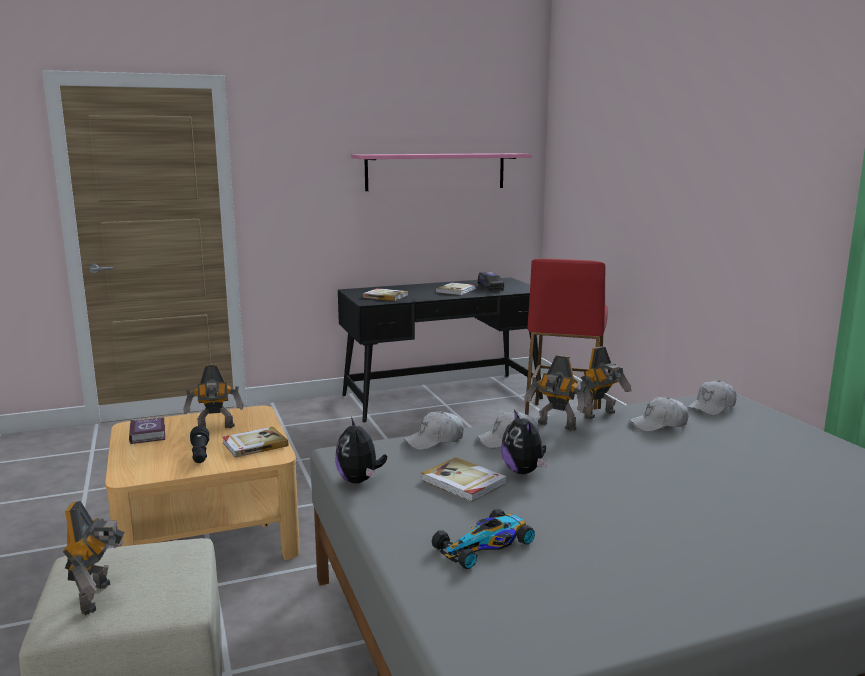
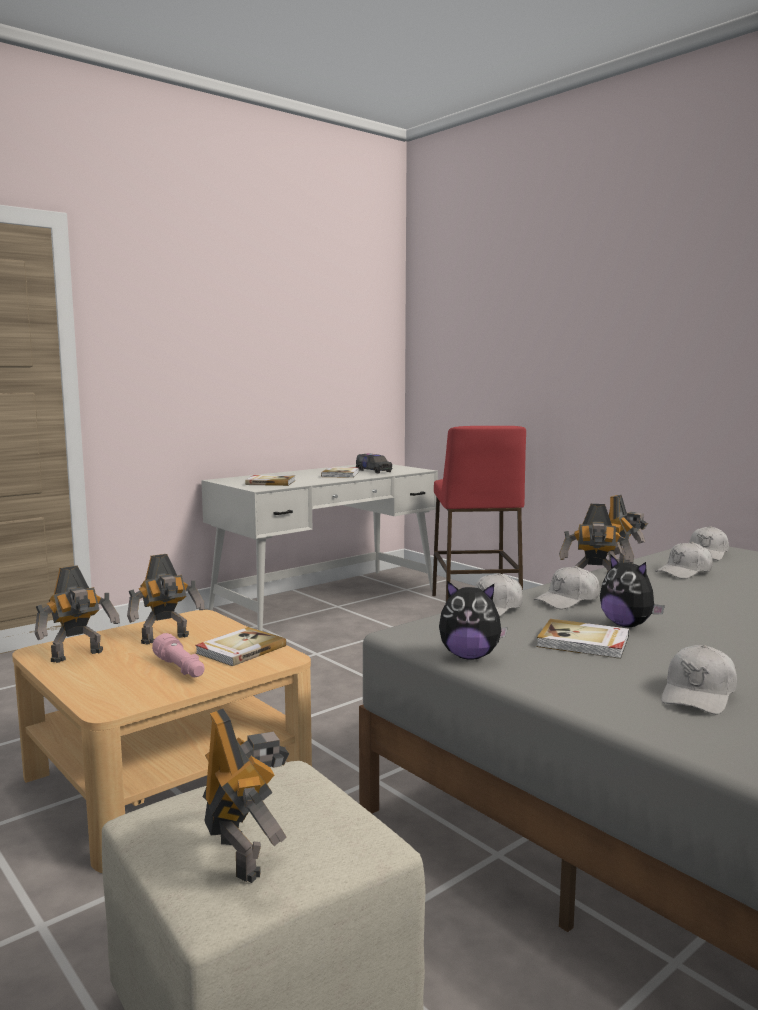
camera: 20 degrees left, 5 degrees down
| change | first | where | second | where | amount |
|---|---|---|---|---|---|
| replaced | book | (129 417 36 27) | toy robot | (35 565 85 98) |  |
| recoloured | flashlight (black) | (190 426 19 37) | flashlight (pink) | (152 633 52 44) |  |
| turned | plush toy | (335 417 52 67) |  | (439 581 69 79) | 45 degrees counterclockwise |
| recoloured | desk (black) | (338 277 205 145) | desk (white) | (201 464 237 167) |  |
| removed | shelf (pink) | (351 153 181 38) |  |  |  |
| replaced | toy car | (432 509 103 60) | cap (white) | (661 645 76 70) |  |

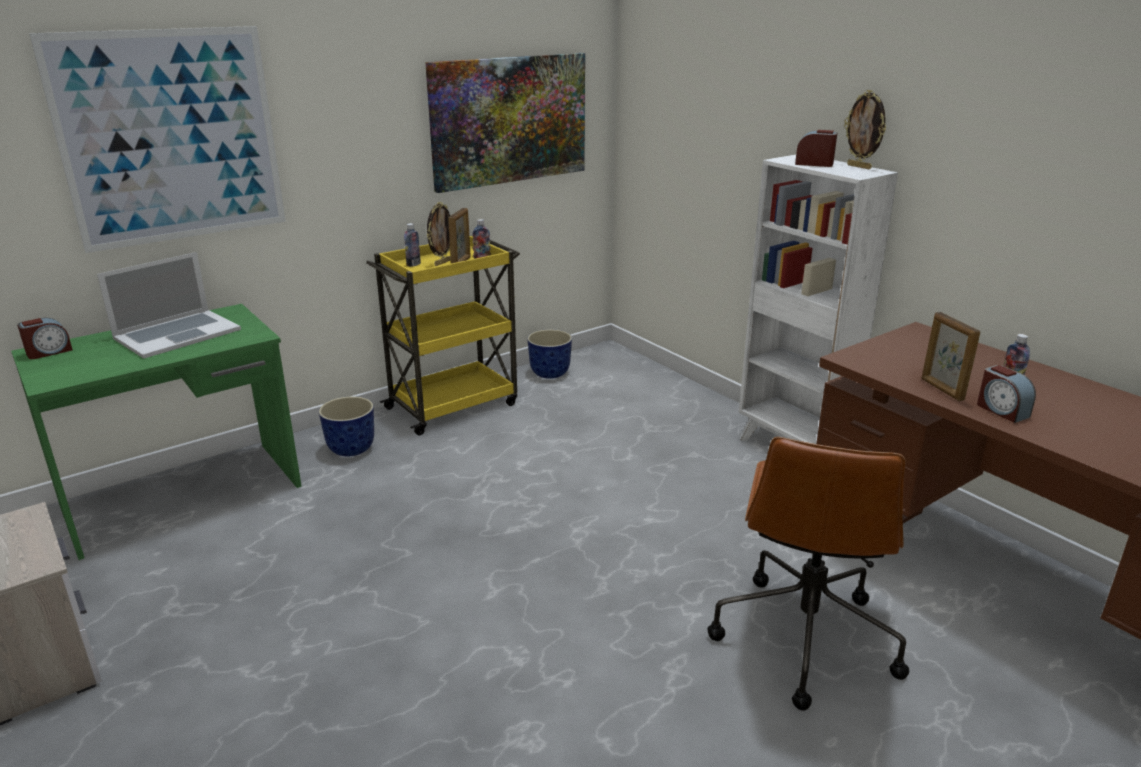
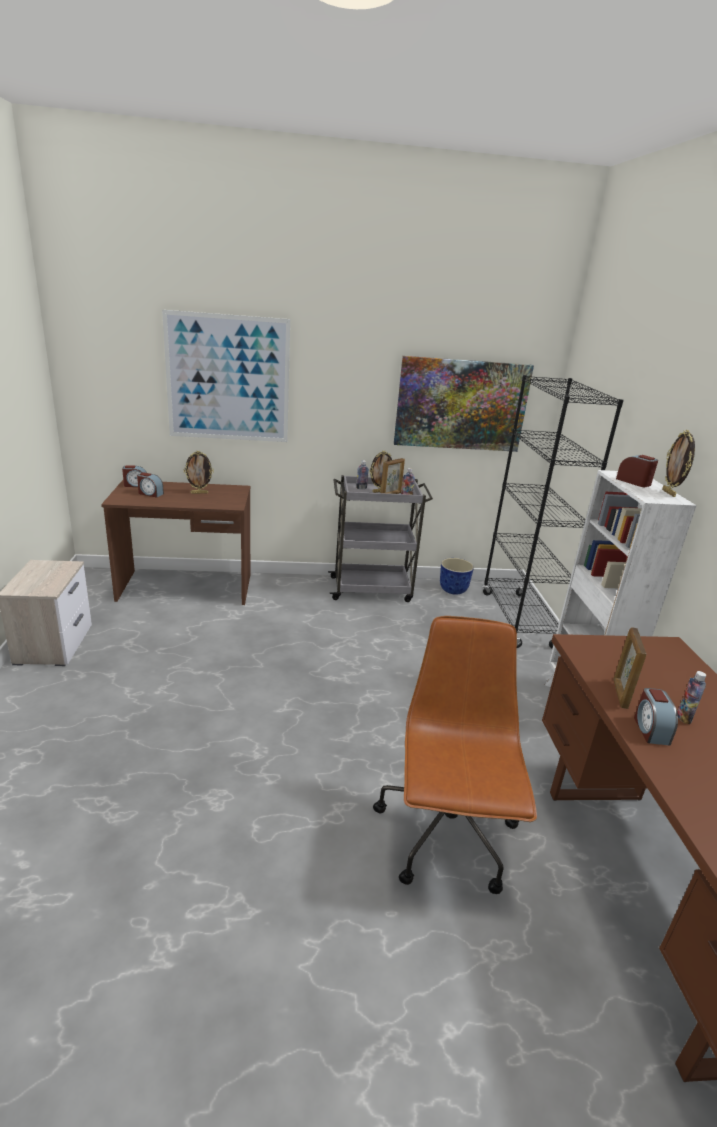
camera: 30 degrees right, 0 degrees up
| change | first | where | second | where | amount |
|---|---|---|---|---|---|
| recoloured | desk (green) | (11 304 291 256) | desk (brown) | (101 480 149 125) |  |
| replaced | laptop | (97 252 144 106) | picture frame | (184 451 30 43) |  |
| removed | planter | (319 396 55 60) |  |  |  |
| recoloured | cart (yellow) | (366 236 154 199) | cart (grey) | (328 475 105 127) |  |
| turned | office chair (brown) | (708 437 201 274) |  | (373 616 164 278) | 135 degrees clockwise |
| added |  |  | alarm clock | (137 472 27 26) |  |
| added |  |  | bookcase (black) | (483 375 141 274) |  |

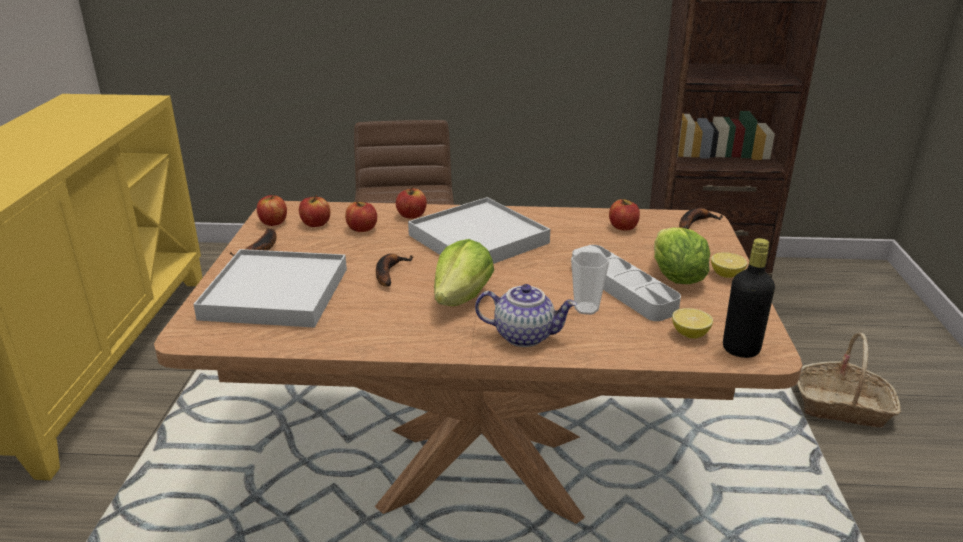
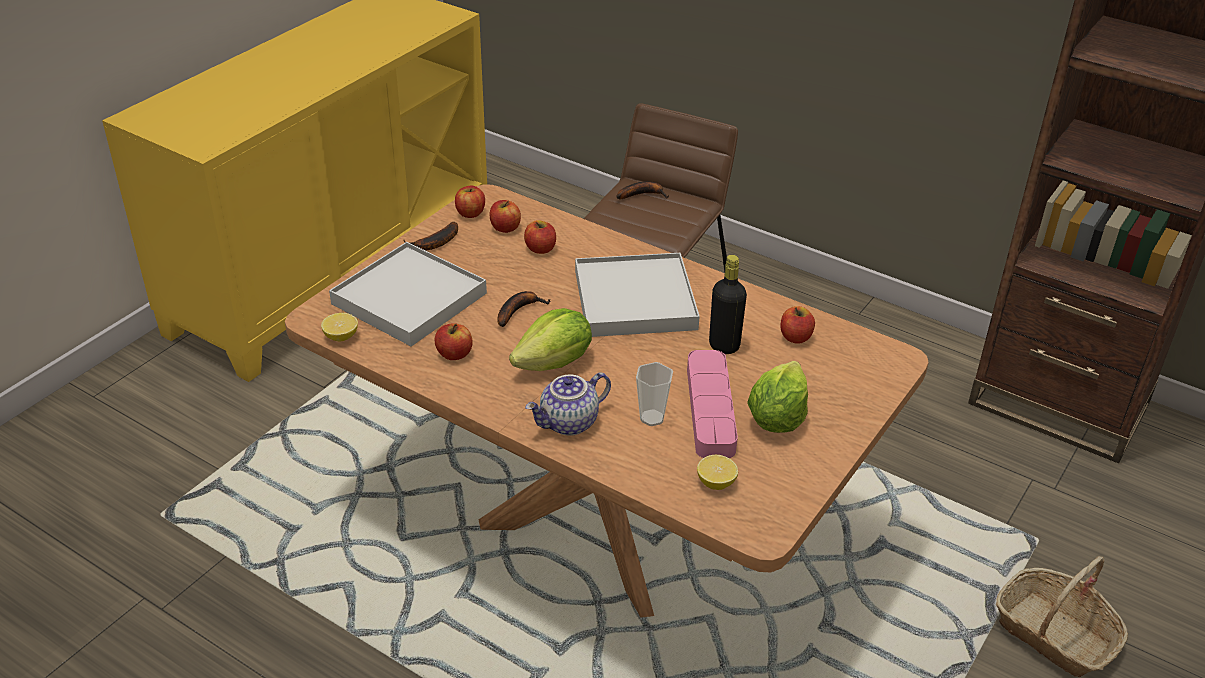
camera: 30 degrees right, 10 degrees up
| change | first | where | second | where | amount |
|---|---|---|---|---|---|
| moved | apple | (396 187 31 32) |  | (435 323 38 37) |  |
| turned | teapot | (475 284 102 63) |  | (525 372 86 64) | 105 degrees clockwise |
| recoloured | tray (grey) | (571 245 110 76) | tray (pink) | (687 350 51 108) |  |
| moved | banana | (679 208 43 21) |  | (616 181 53 18) |  |
| moved | lemon | (711 252 36 26) |  | (321 313 37 28) |  |
| moved | bottle (black) | (723 238 52 120) |  | (709 255 38 99) |  |

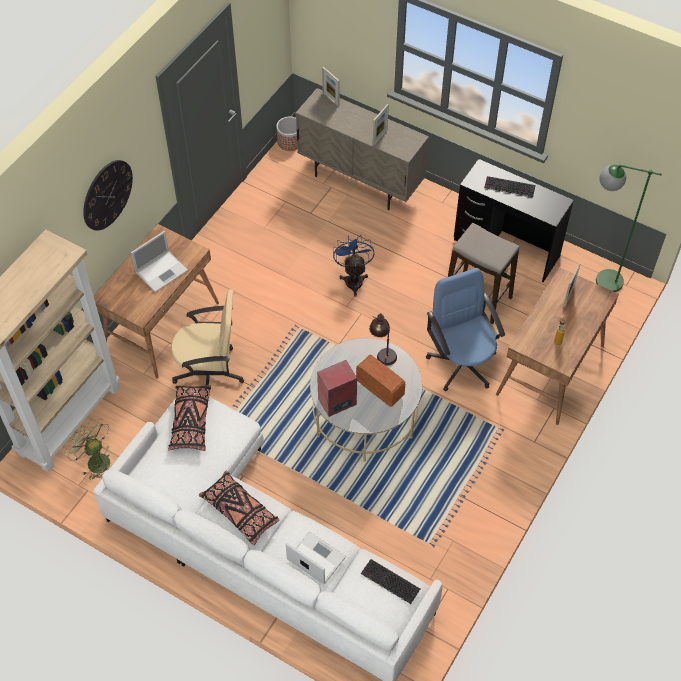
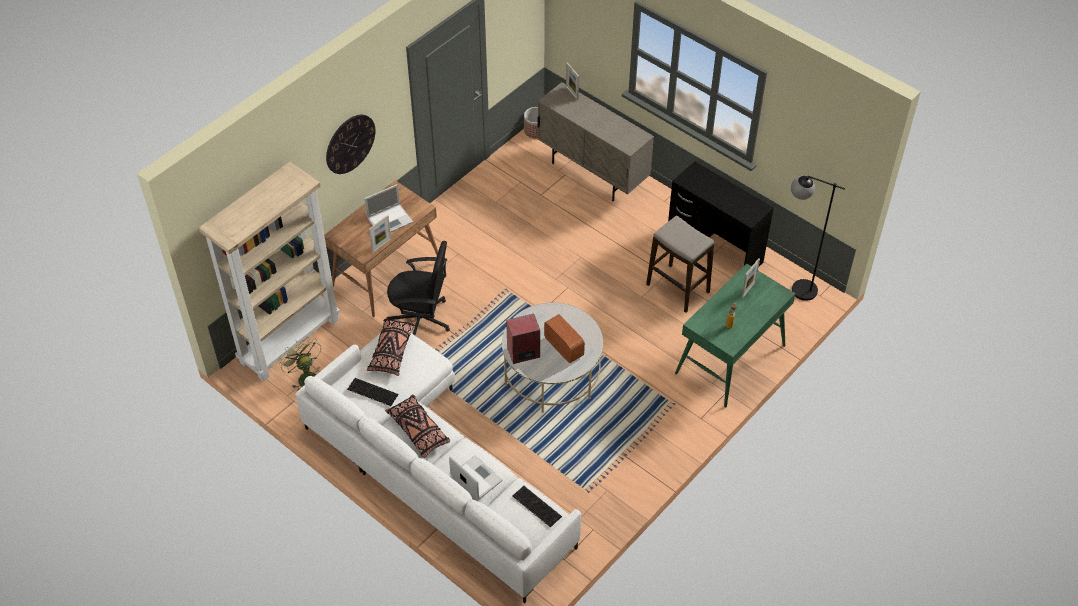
camera: 10 degrees right, 5 degrees down
| change | first | where | second | where | amount |
|---|---|---|---|---|---|
| recoloured | office chair (beige) | (171 289 73 96) | office chair (black) | (386 241 64 94) |  |
| removed | fan (blue) | (333 235 42 61) |  |  |  |
| removed | table lamp | (369 313 28 53) |  |  |  |
| moved | picture frame | (373 104 16 42) |  | (369 215 22 38) |  |
| removed | office chair (blue) | (426 268 79 123) |  |  |  |
| moved | keyboard | (484 176 52 21) |  | (347 378 51 28) |  |
| recoloured | desk (brown) | (496 267 123 158) | desk (green) | (675 263 121 145) |  |
| recoloured | floor lamp (green) | (596 165 66 127) | floor lamp (black) | (791 175 54 126) |  |

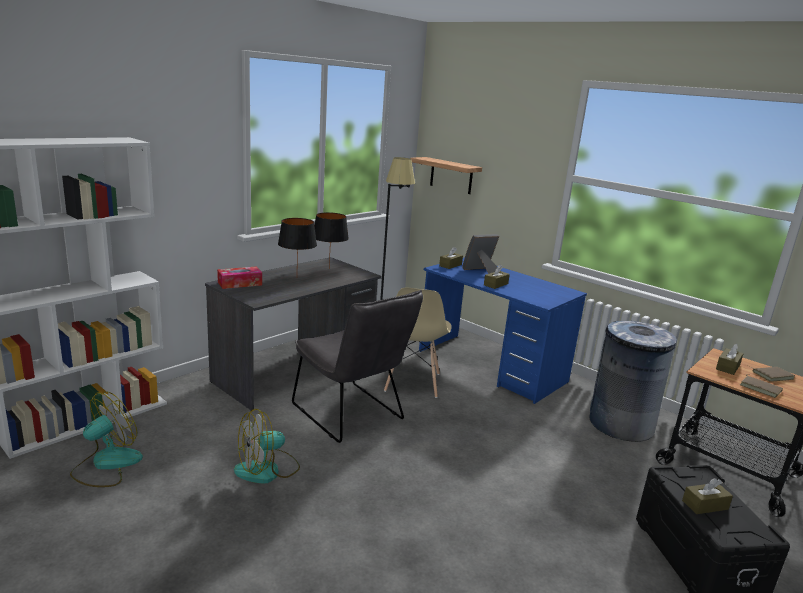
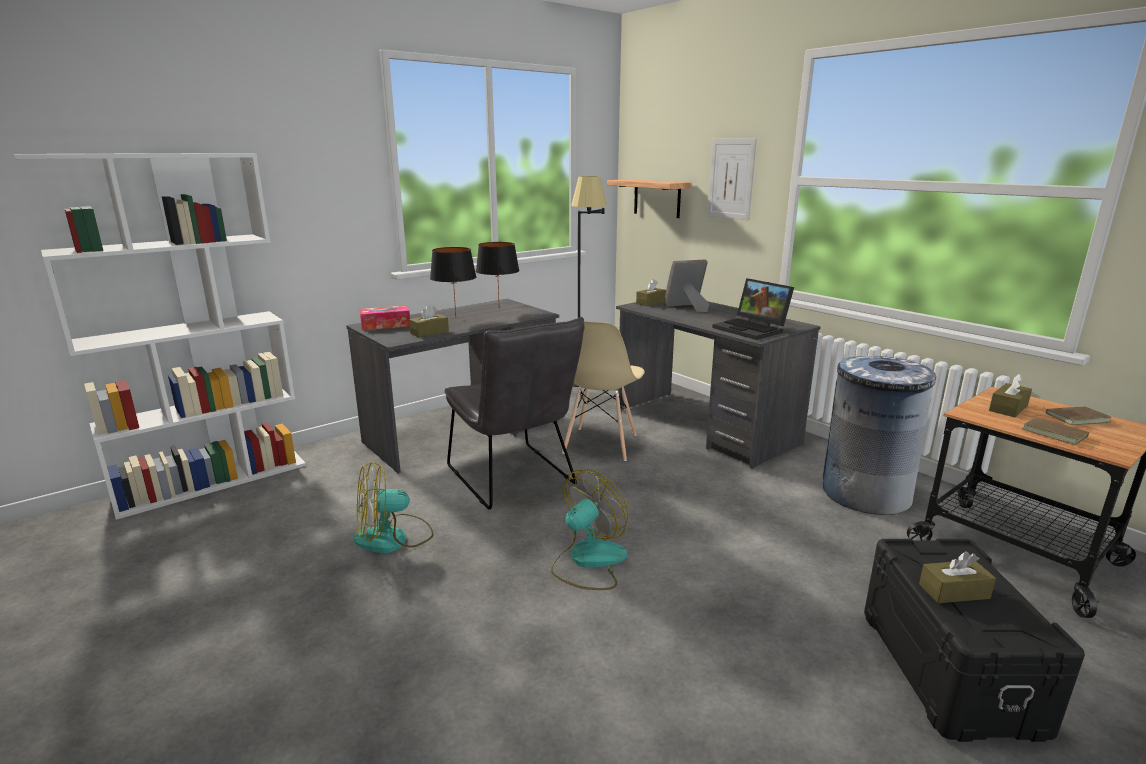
camera: 10 degrees right, 0 degrees up
| change | first | where | second | where | amount |
|---|---|---|---|---|---|
| moved | fan | (70 391 73 96) |  | (551 469 77 121) |  |
| recoloured | desk (blue) | (419 257 168 147) | desk (grey) | (616 301 205 168) |  |
| moved | tissue box (brown) | (484 265 26 24) |  | (409 304 40 33) |  |
| added |  |  | picture | (707 138 50 82) |  |
| added |  |  | laptop | (712 278 82 62) |  |

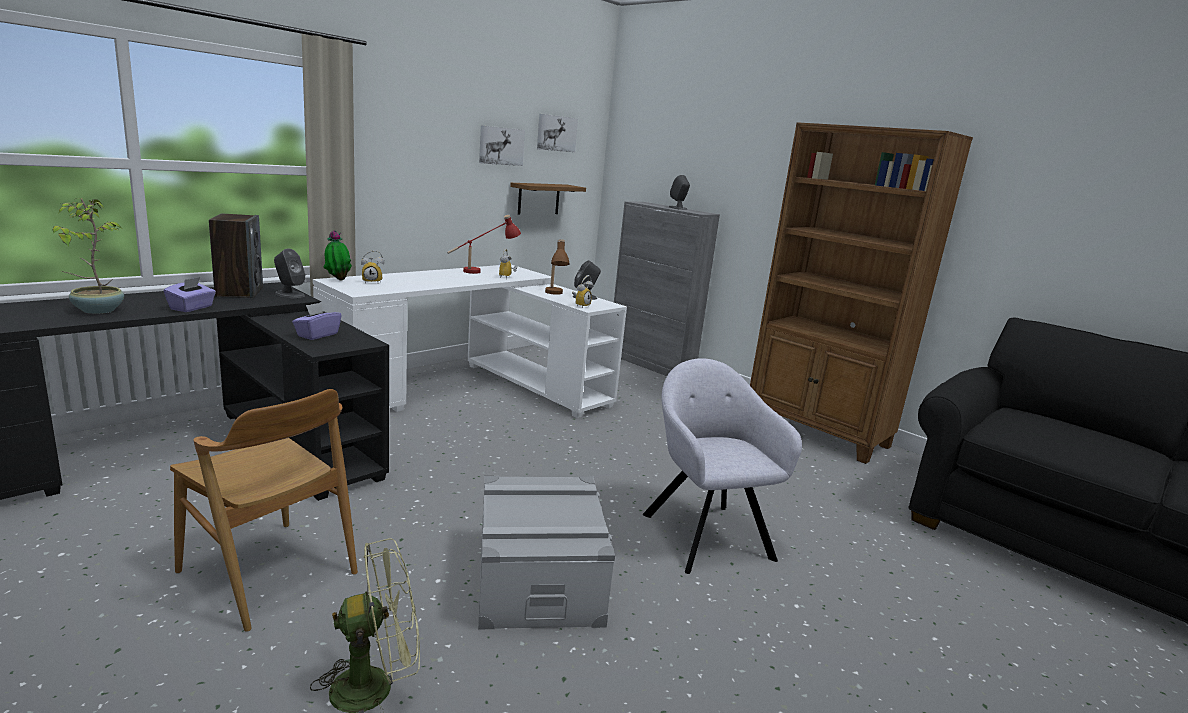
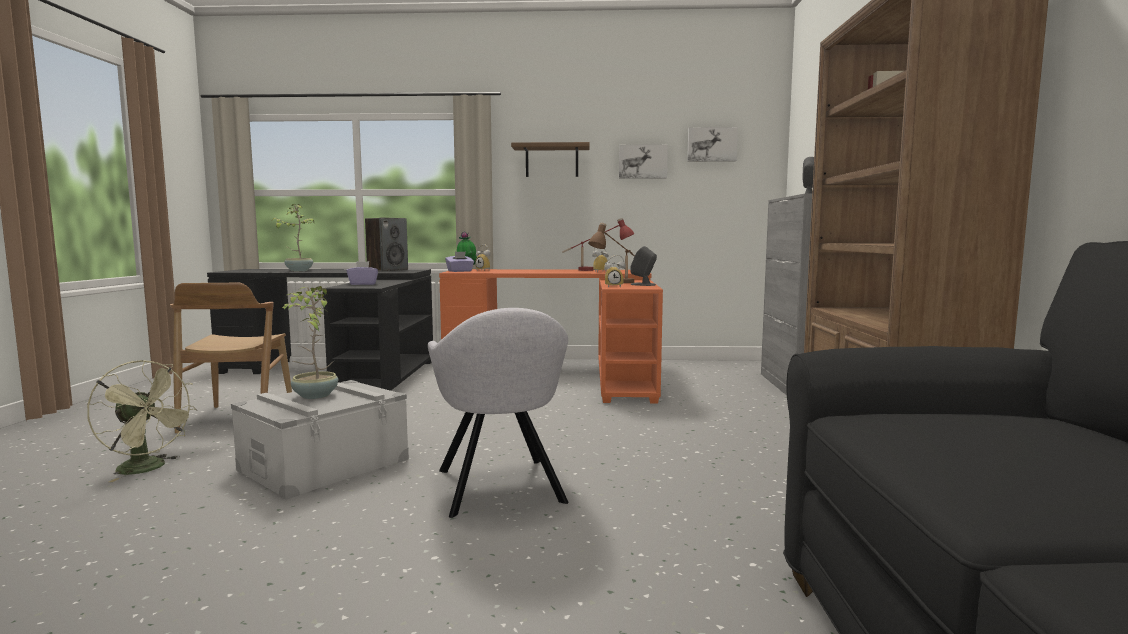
camera: 50 degrees right, 10 degrees down
| change | first | where | second | where | amount |
|---|---|---|---|---|---|
| moved | tissue box (purple) | (164 277 52 35) |  | (445 252 29 20) |  |
| removed | speaker (grey) | (274 249 31 49) |  |  |  |
| recoloured | desk (white) | (313 265 314 153) | desk (orange) | (439 269 224 135) |  |
| moved | shelf | (510 183 76 31) |  | (511 142 79 35) |  |
| turned | armchair (grey) | (643 358 159 216) |  | (428 308 141 210) | 135 degrees clockwise |
| added |  |  | potted plant | (282 286 56 113) |  |

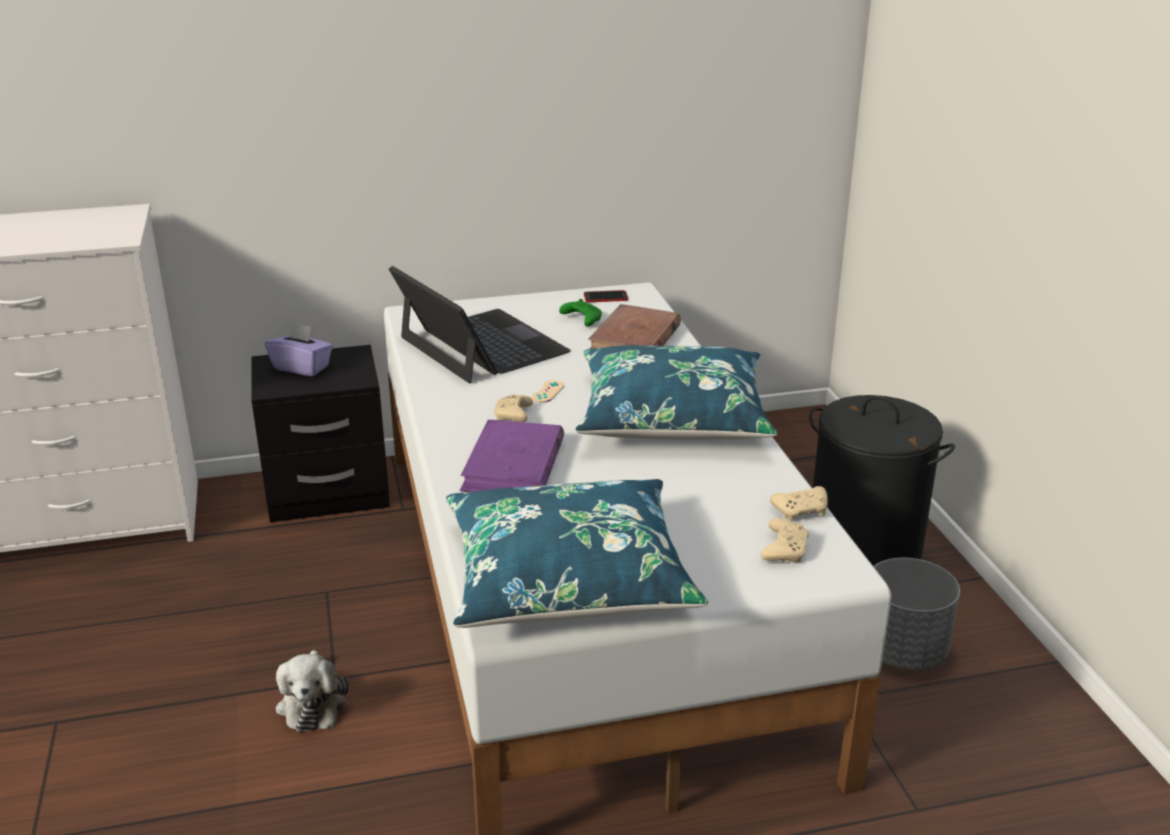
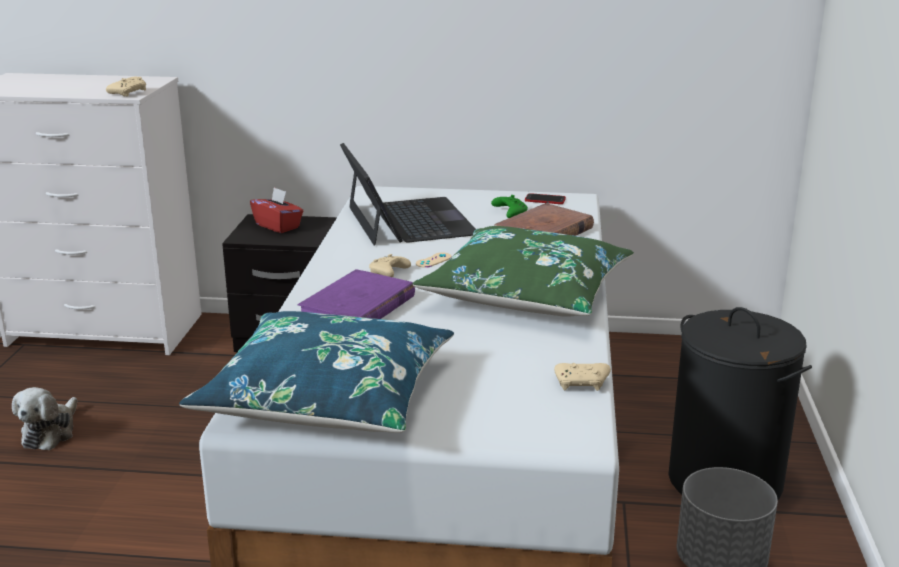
camera: 20 degrees right, 5 degrees down
| change | first | where | second | where | amount |
|---|---|---|---|---|---|
| recoloured | tissue box (purple) | (265 322 68 54) | tissue box (red) | (250 187 53 46) |  |
| moved | plush toy | (276 650 73 82) |  | (12 387 65 63) |  |
| recoloured | pillow (blue) | (575 345 202 95) | pillow (green) | (412 226 222 91) |  |
| moved | game controller (beige) | (761 518 48 44) |  | (106 76 40 20) |  |

